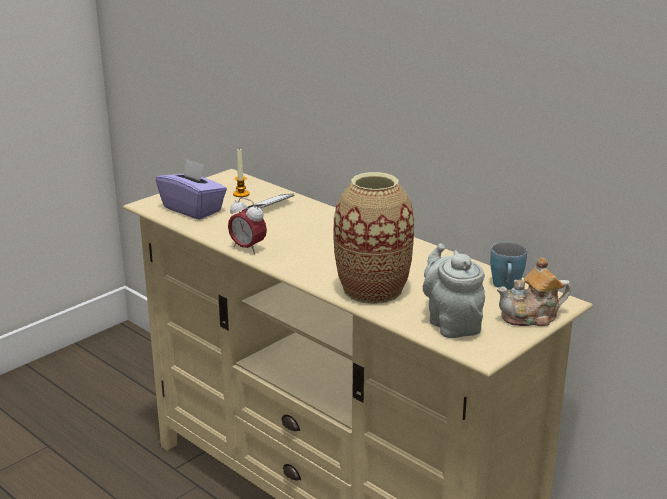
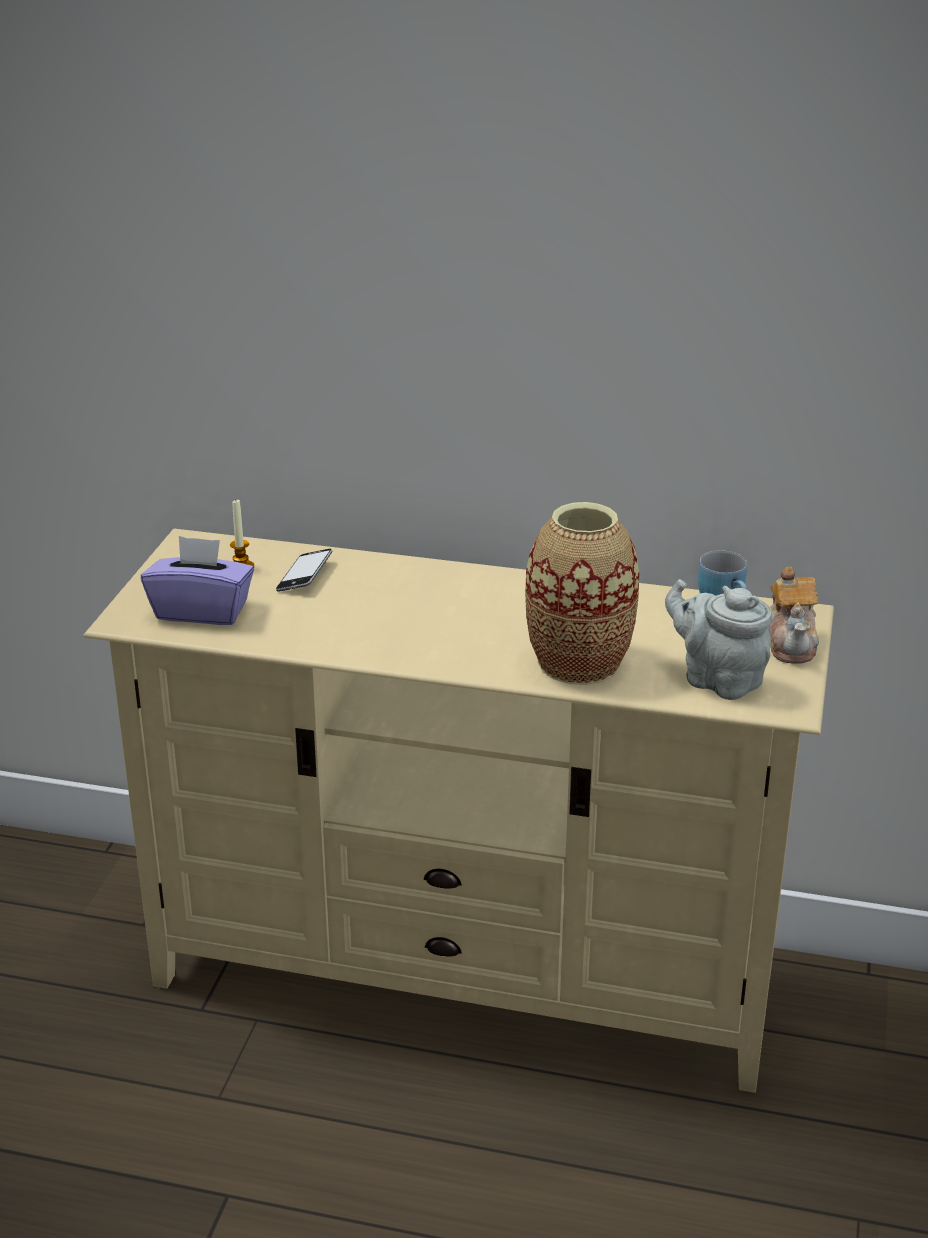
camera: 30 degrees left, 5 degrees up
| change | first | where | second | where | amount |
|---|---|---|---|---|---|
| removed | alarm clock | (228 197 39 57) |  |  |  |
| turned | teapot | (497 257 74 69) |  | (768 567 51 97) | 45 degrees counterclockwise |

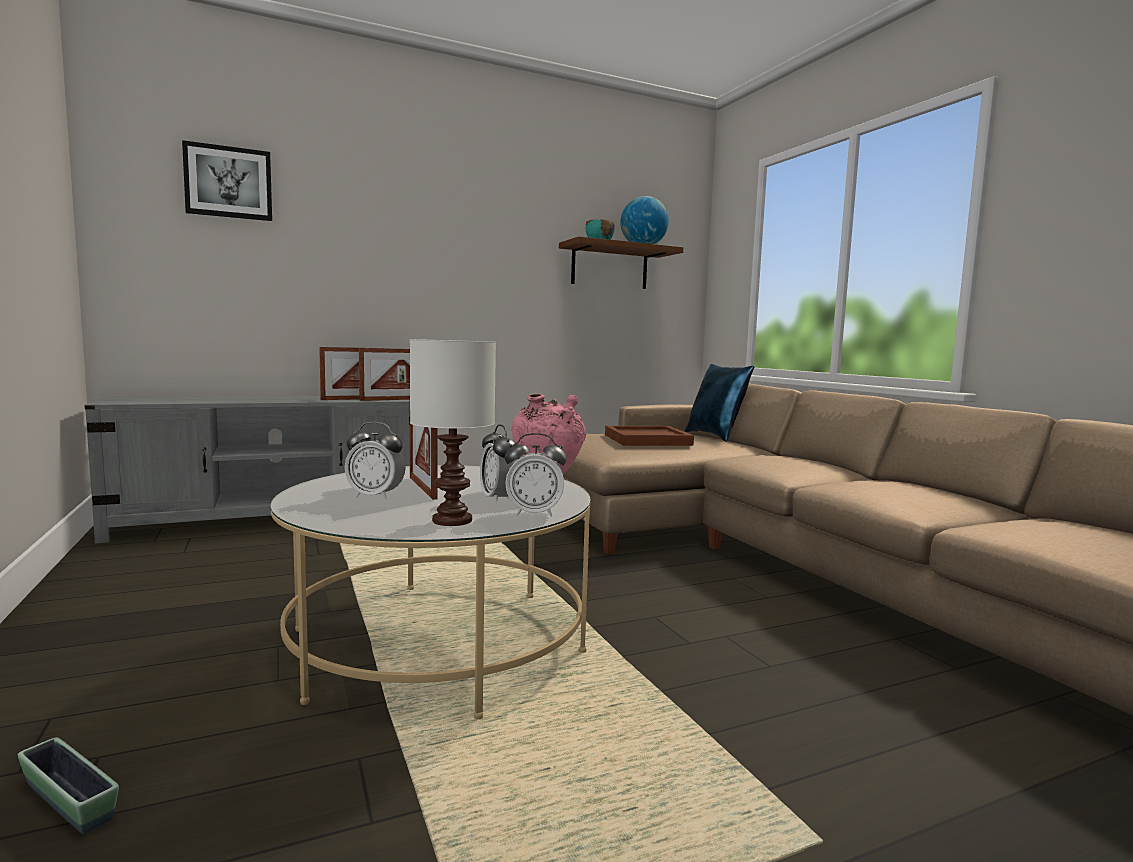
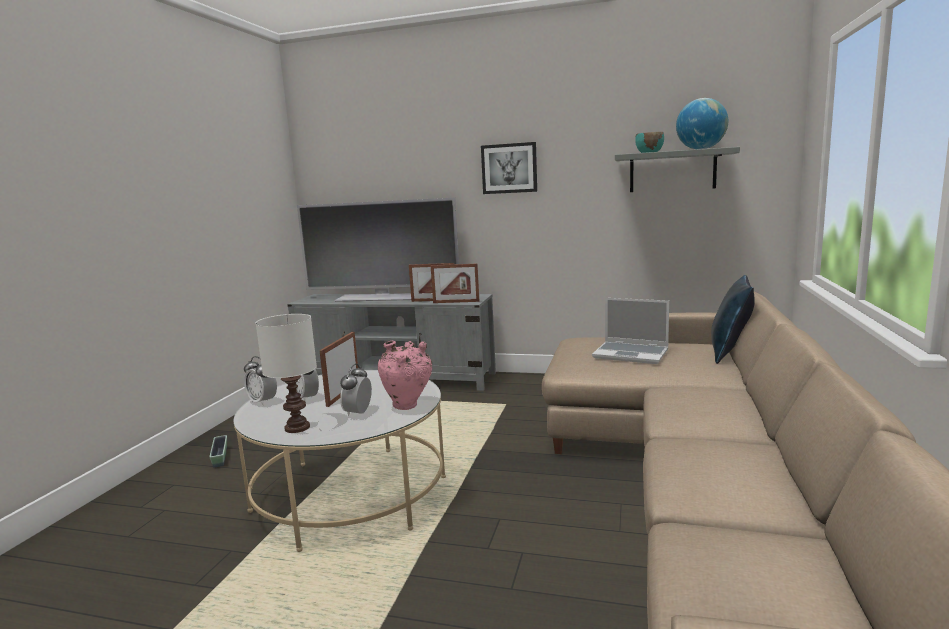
camera: 40 degrees right, 5 degrees up
| change | first | where | second | where | amount |
|---|---|---|---|---|---|
| moved | planter | (17 737 102 97) |  | (210 435 17 33) |  |
| moved | picture | (182 140 90 81) |  | (481 142 56 52) |  |
| moved | alarm clock | (505 433 62 84) |  | (244 356 33 50) |  |
| recoloured | shelf (brown) | (559 236 124 53) | shelf (grey) | (615 147 125 45) |  |
| replaced | tray (brown) | (605 426 89 20) | laptop | (592 298 77 66) |  |
| added |  |  | television | (297 198 162 104) |  |

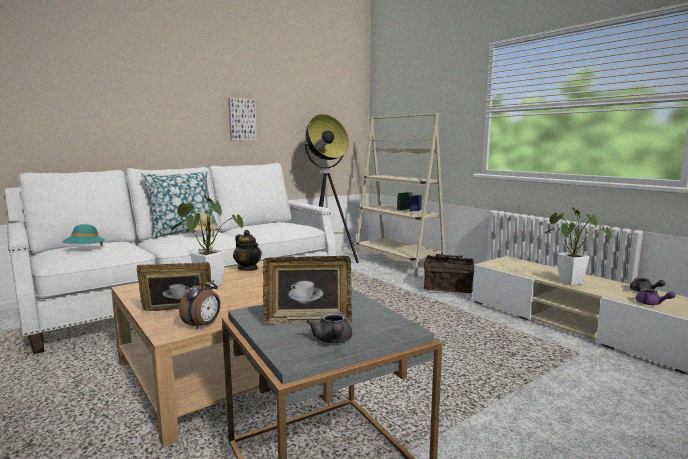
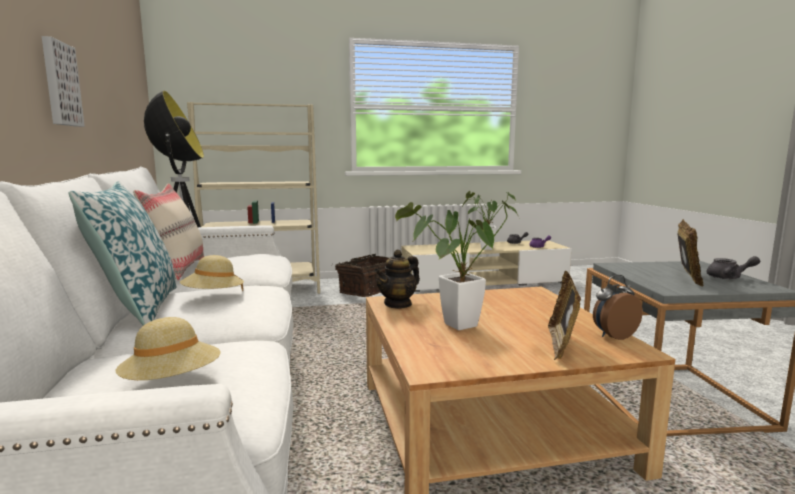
camera: 65 degrees left, 0 degrees up
| change | first | where | second | where | amount |
|---|---|---|---|---|---|
| recoloured | hat (turquoise) | (62 224 43 22) | hat (beige) | (116 317 105 63) |  |
| turned | alarm clock | (179 274 41 56) |  | (593 275 50 65) | 75 degrees counterclockwise |
| turned | teapot | (233 230 29 41) |  | (374 249 46 60) | 150 degrees clockwise |
| added |  |  | pillow (beige) | (133 183 71 97) |  |

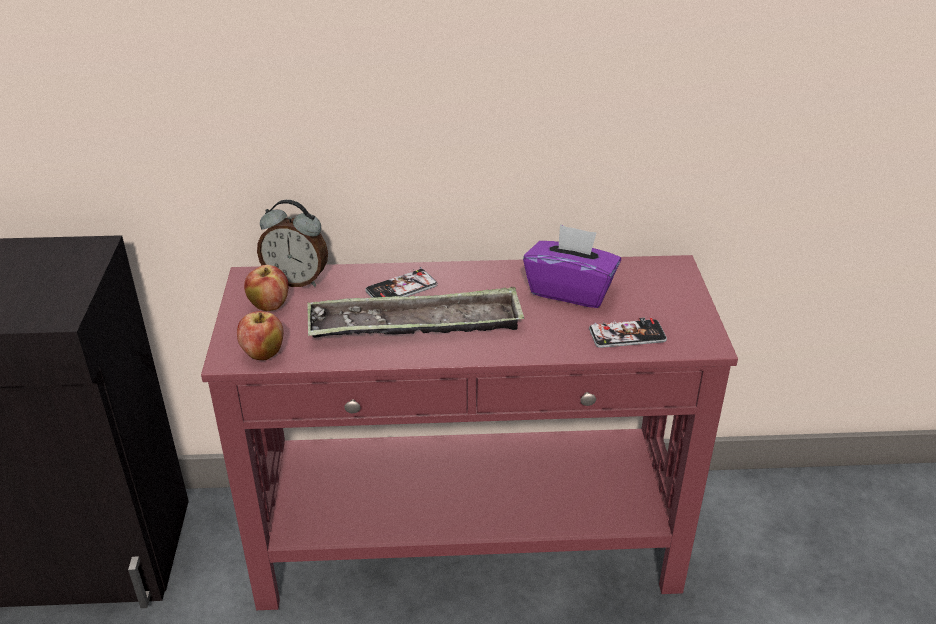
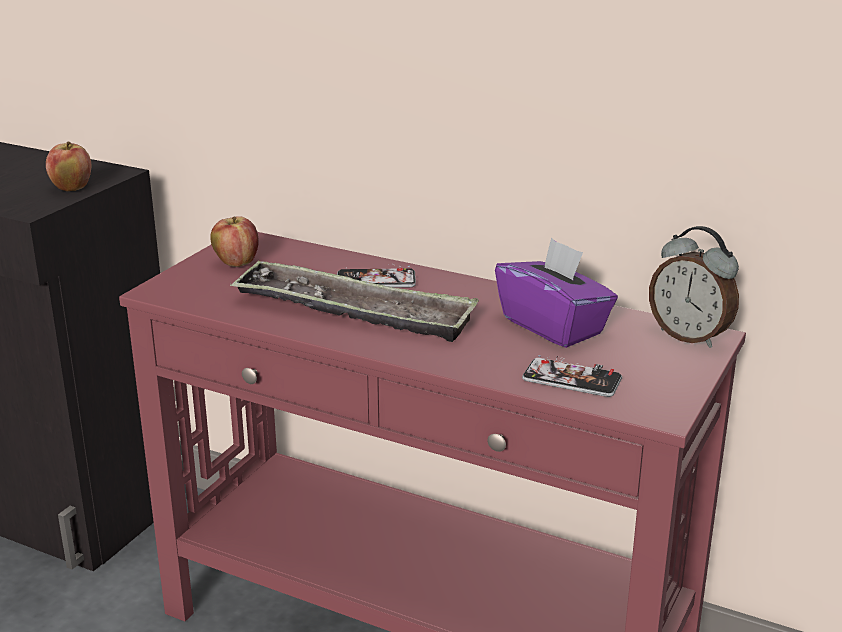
camera: 30 degrees right, 10 degrees down
| change | first | where | second | where | amount |
|---|---|---|---|---|---|
| moved | apple | (237 311 47 49) |  | (46 142 45 49) |  |
| moved | alarm clock | (257 200 71 87) |  | (649 226 90 122) |  |

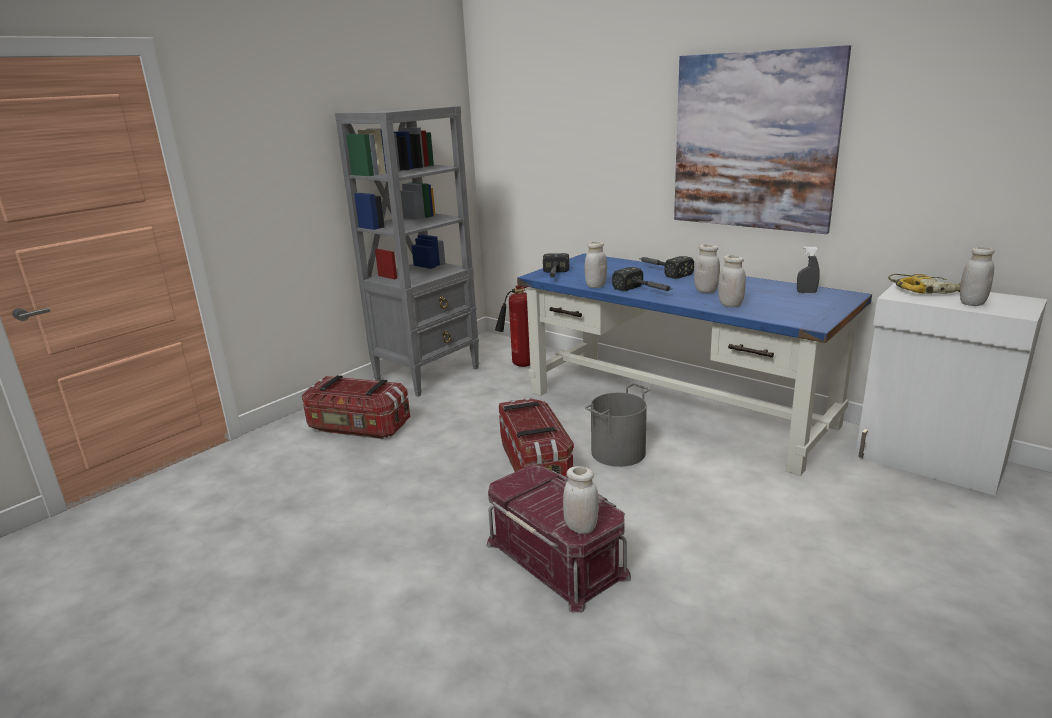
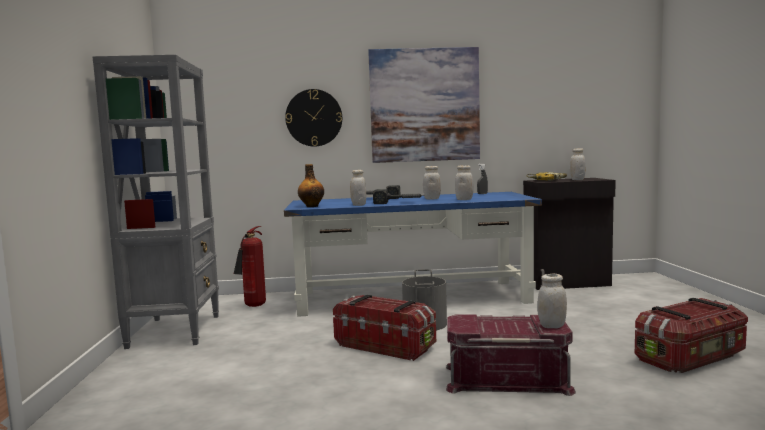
camera: 45 degrees left, 15 degrees down
| change | first | where | second | where | amount |
|---|---|---|---|---|---|
| moved | storage box | (302 375 108 64) |  | (635 298 113 75) |  |
| replaced | hammer | (543 253 26 25) | bottle | (298 164 26 43) |  |
| recoloured | cabinet (white) | (855 283 192 213) | cabinet (black) | (523 178 93 112) |  |
| added |  |  | wall clock | (285 89 57 58) |  |

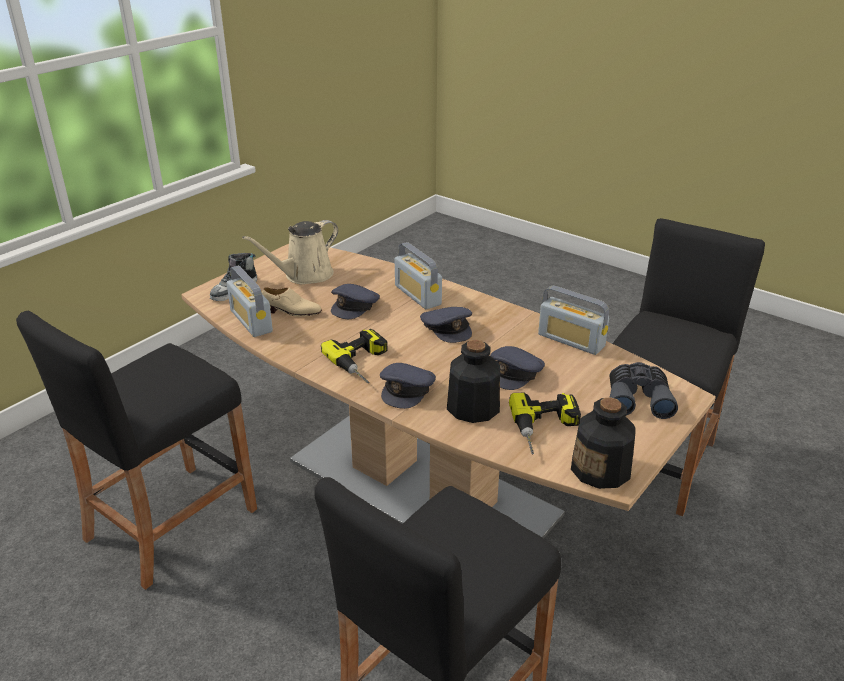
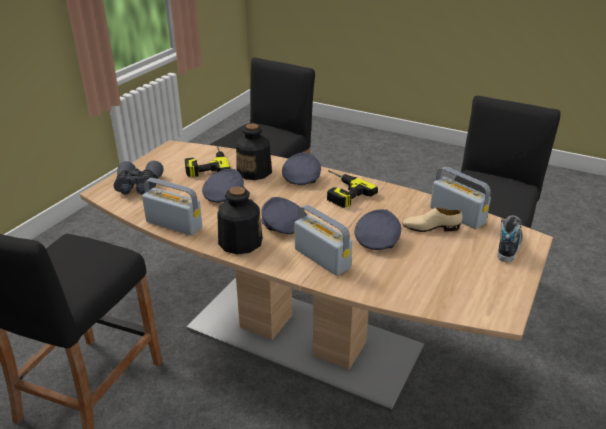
camera: 170 degrees right, 0 degrees up
| change | first | where | second | where | amount |
|---|---|---|---|---|---|
| removed | watering can (beige) | (242 220 96 64) |  |  |  |
| moved | bottle | (571 398 64 91) |  | (217 186 46 69) |  |

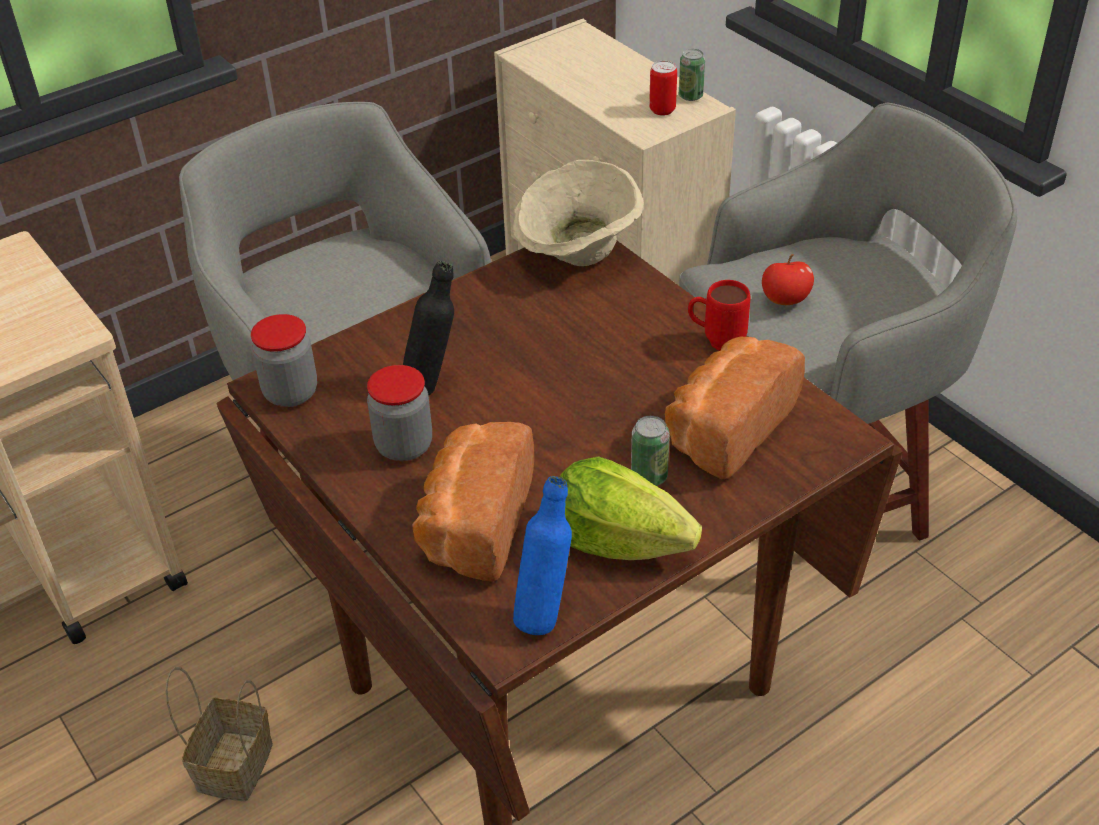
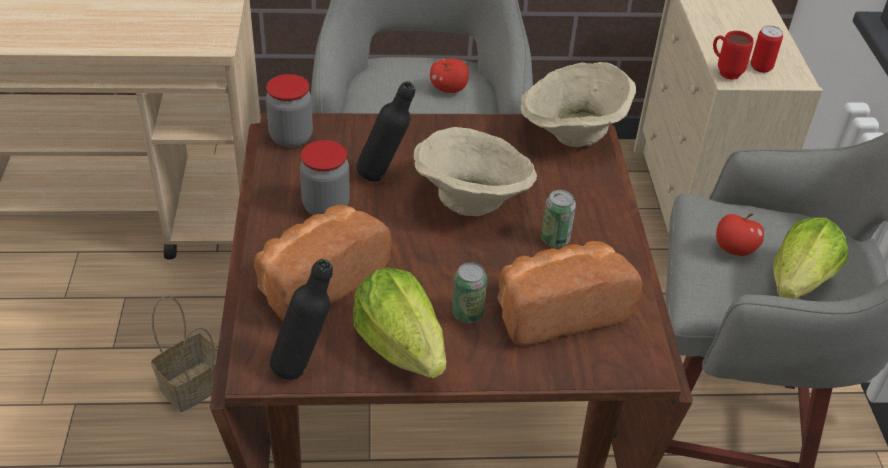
camera: 30 degrees right, 0 degrees up
| change | first | where | second | where | amount |
|---|---|---|---|---|---|
| recoloured | bottle (blue) | (513 476 59 159) | bottle (black) | (270 259 63 121) |  |
| moved | can | (679 49 26 52) |  | (541 190 35 57) |  |
| moved | mug (red) | (688 280 63 71) |  | (713 31 41 49) |  |
| added |  |  | bowl (beige) | (414 127 123 89) |  |
| added |  |  | apple | (430 59 39 34) |  |
| added |  |  | lettuce | (773 217 75 82) |  |

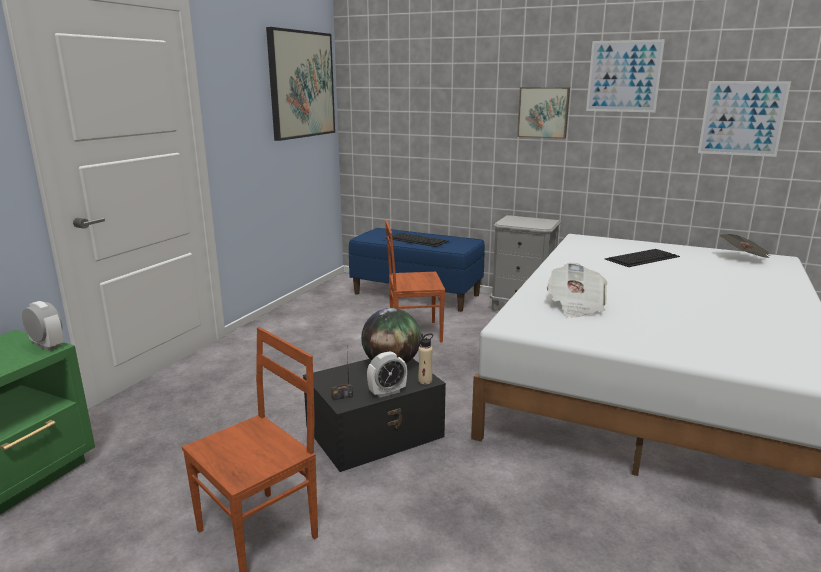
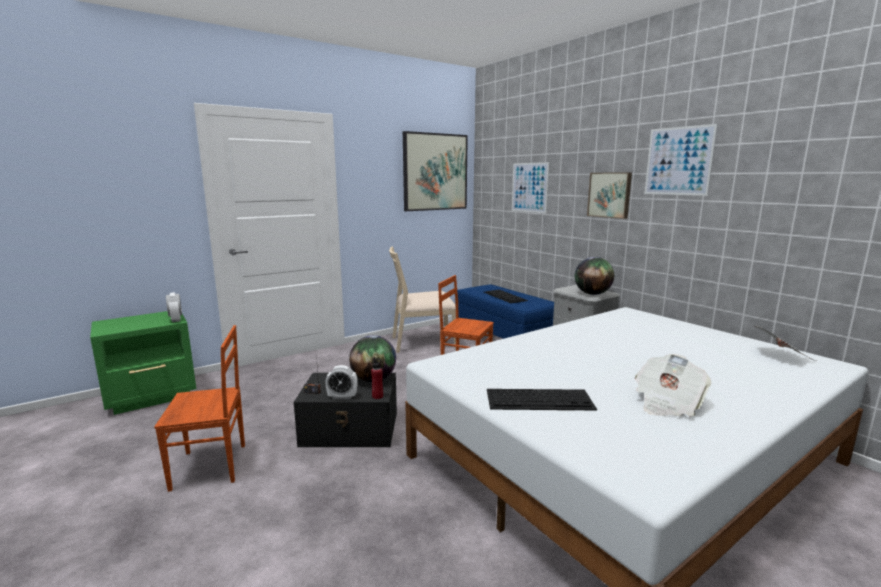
camera: 30 degrees right, 5 degrees down
| change | first | where | second | where | amount |
|---|---|---|---|---|---|
| recoloured | bottle (beige) | (418 333 15 51) | bottle (red) | (371 358 12 41) |  |
| moved | newspaper | (547 263 60 55) |  | (635 354 76 63) |  |
| moved | keyboard | (605 249 75 18) |  | (487 389 110 21) |  |
| moved | picture | (698 81 93 76) |  | (512 162 37 51) |  |
| added |  |  | chair (beige) | (389 246 67 107) |  |
| added |  |  | globe | (575 257 39 38) |  |

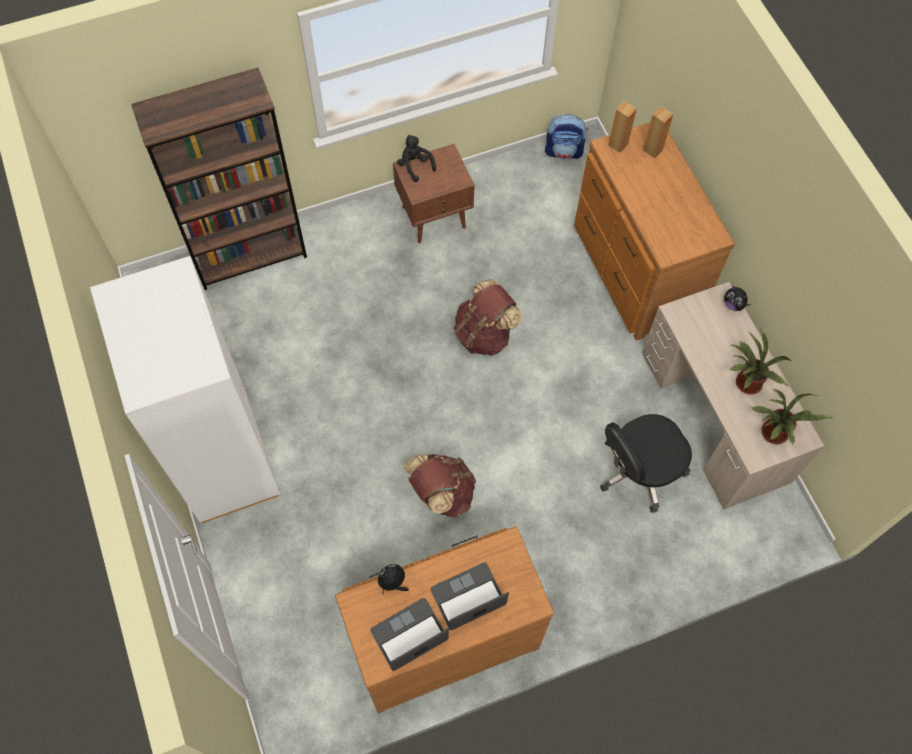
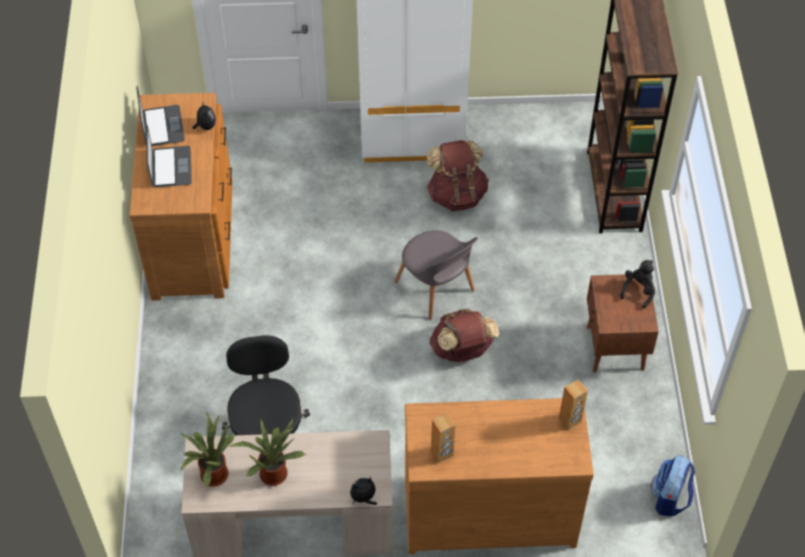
camera: 110 degrees right, 10 degrees down
| change | first | where | second | where | amount |
|---|---|---|---|---|---|
| turned | plush toy (black) | (397 134 39 48) |  | (620 260 35 49) | 45 degrees counterclockwise |
| moved | backpack (brown) | (404 454 72 63) |  | (427 140 62 71) |  |
| moved | speaker (brown) | (643 106 30 52) |  | (431 413 24 50) |  |
| added |  |  | chair (grey) | (394 230 84 90) |  |

